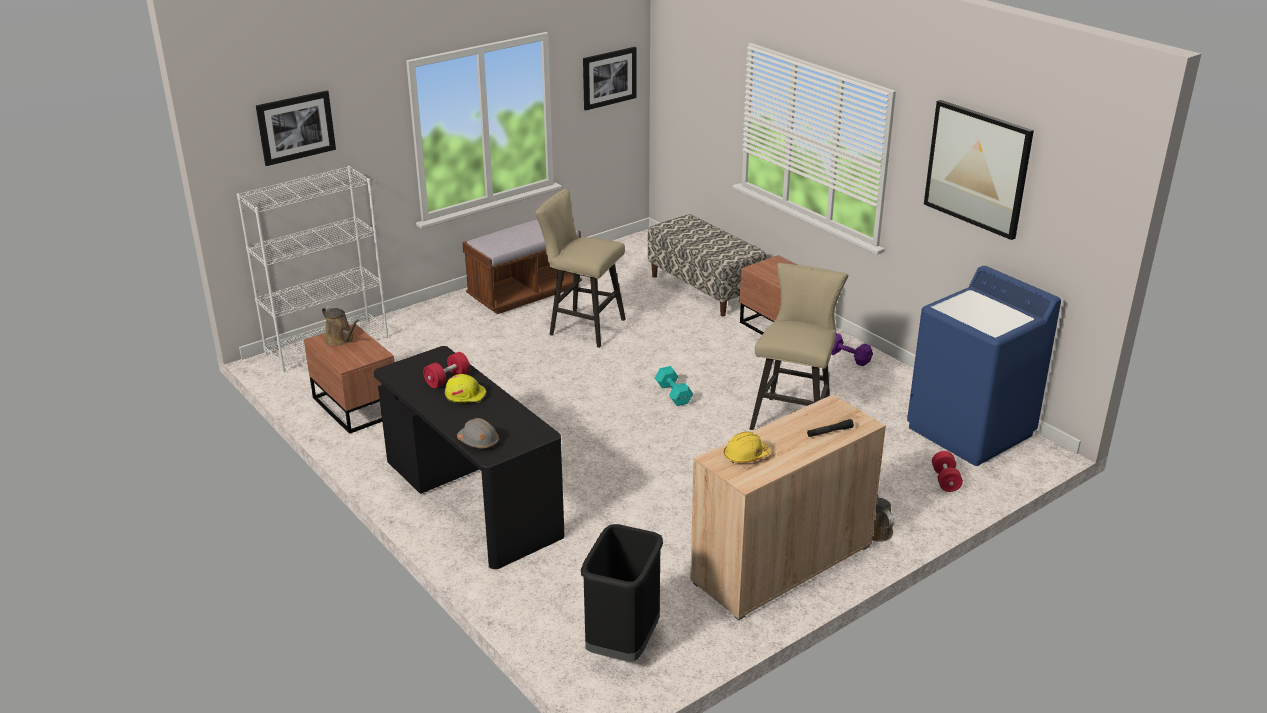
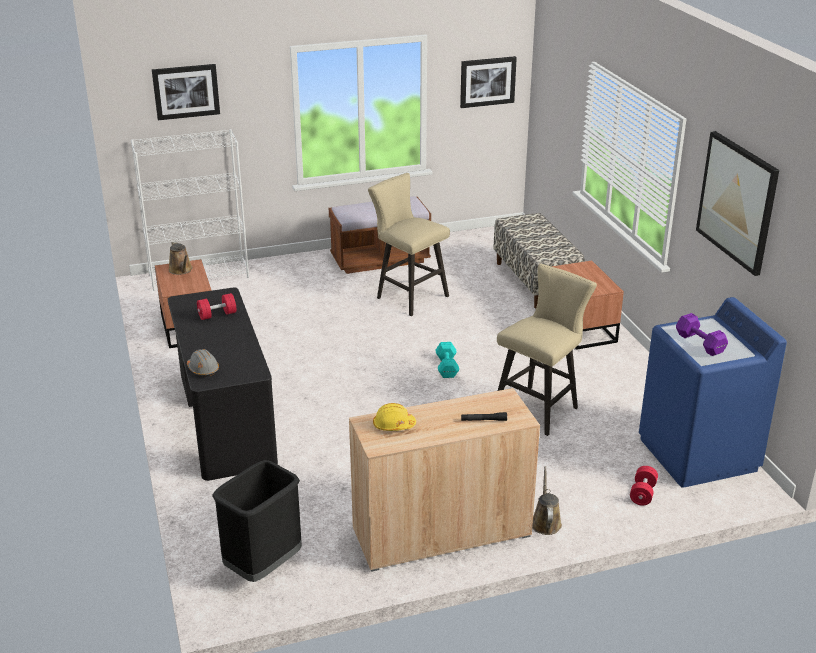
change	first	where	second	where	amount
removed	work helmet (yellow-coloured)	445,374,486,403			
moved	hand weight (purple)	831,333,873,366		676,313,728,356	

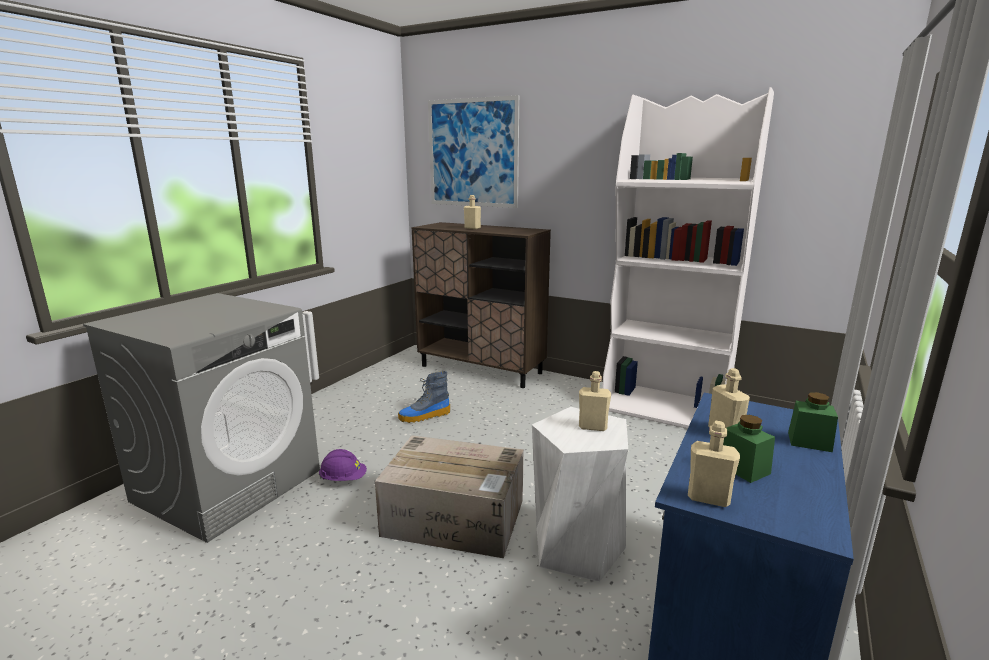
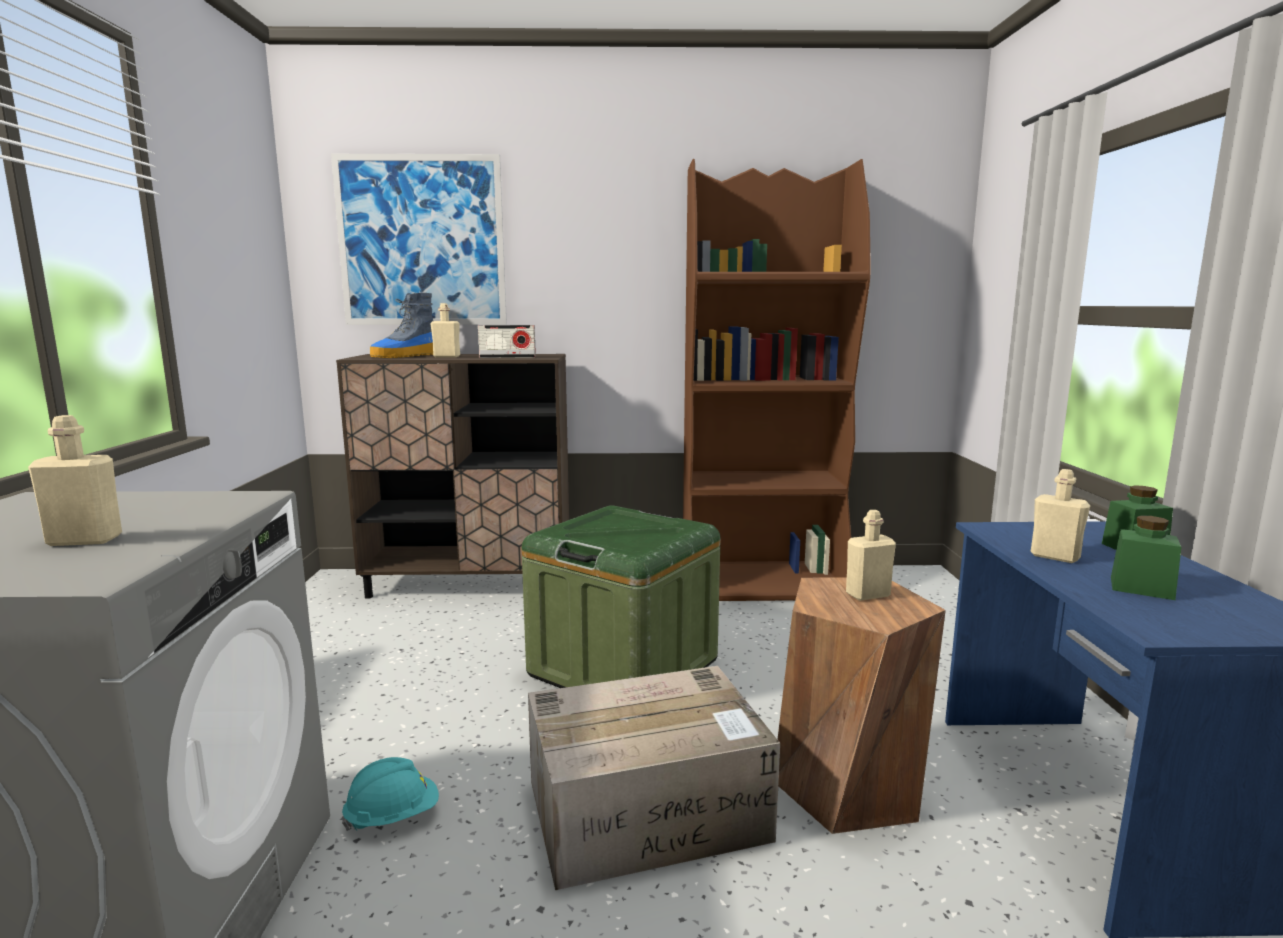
change	first	where	second	where	amount
added			radio	478,325,536,358	
added			storage box (green-coloured)	522,505,721,688	
moved	high-top boot	398,371,450,423		370,293,433,358	
moved	beverage bottle (sand-coloured)	688,421,740,507		28,415,122,546	
recoloured	work helmet (purple)	319,449,367,481	work helmet (turquoise-coloured)	342,757,439,831	
recoloured	stool (white-coloured)	532,407,628,582	stool (brownish)	777,577,946,834	
recoloured	bookcase (white-coloured)	602,87,774,429	bookcase (brownish)	683,159,871,601	

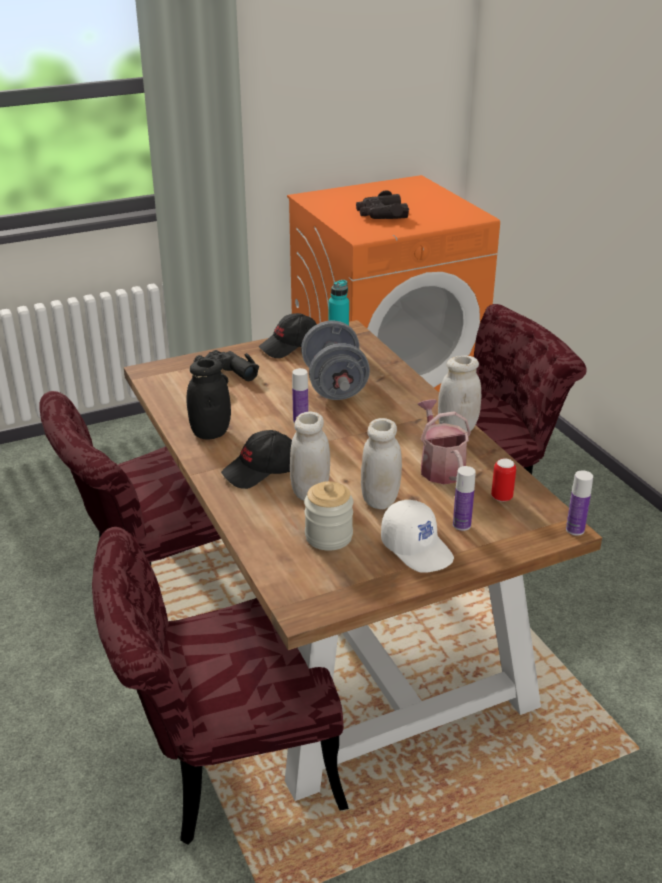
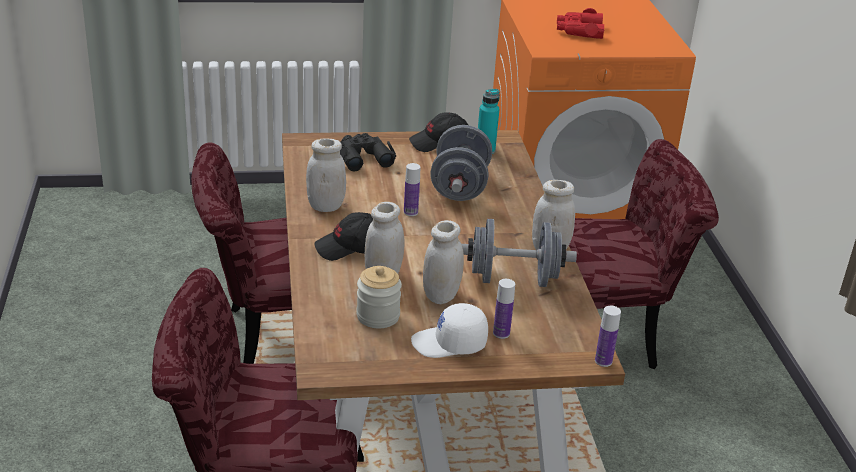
change	first	where	second	where	amount
removed	sealed can	491,458,516,502			
replaced	watering can	418,399,471,484	hand weight (gray)	462,219,577,287	
recoloured	preserve jar (blackish)	187,359,231,440	preserve jar (white-coloured)	306,138,346,212	
recoloured	binoculars (blackish)	356,190,409,219	binoculars (red-coloured)	557,8,604,39	
turned	peaked cap (white-coloured)	381,500,454,573		411,303,488,358	105 degrees clockwise

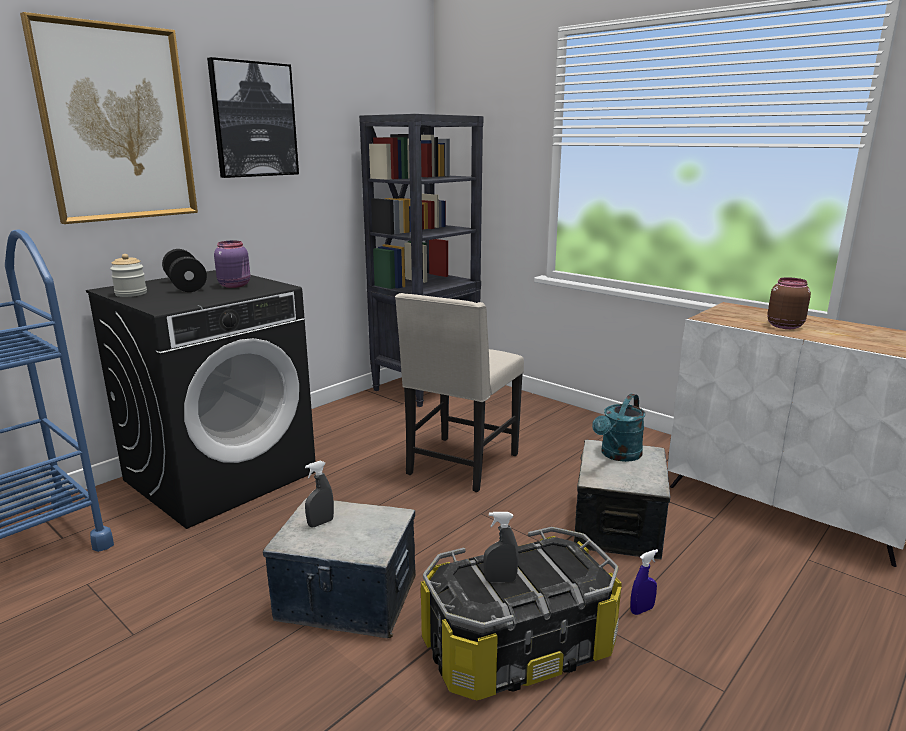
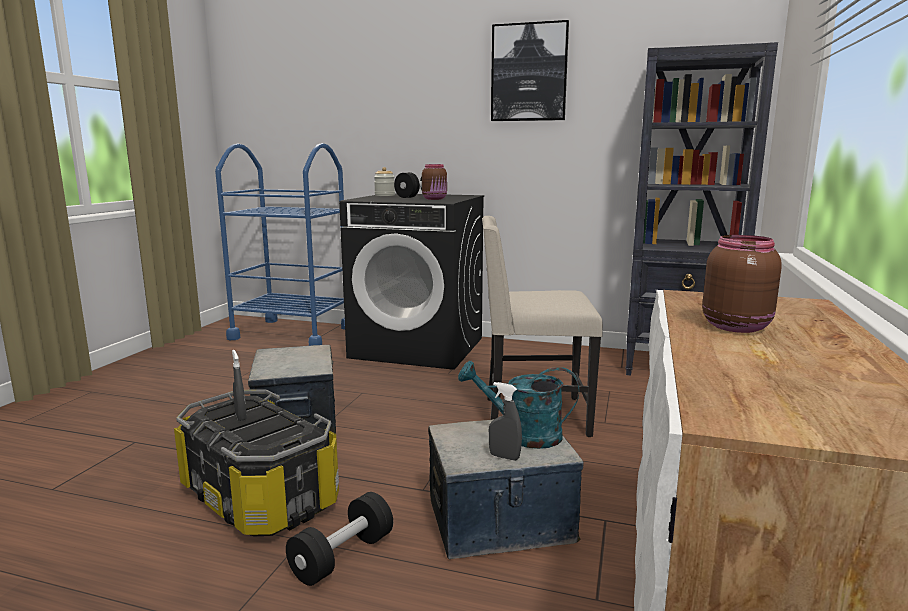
change	first	where	second	where	amount
removed	picture	20,12,198,224			
moved	spray bottle (gray)	305,461,334,527		489,382,522,461	
replaced	spray bottle (blue-coloured)	630,549,658,615	hand weight (blackish)	286,492,393,586	
recoloured	preserve jar (purple)	214,241,250,288	preserve jar (brownish)	422,164,447,200	

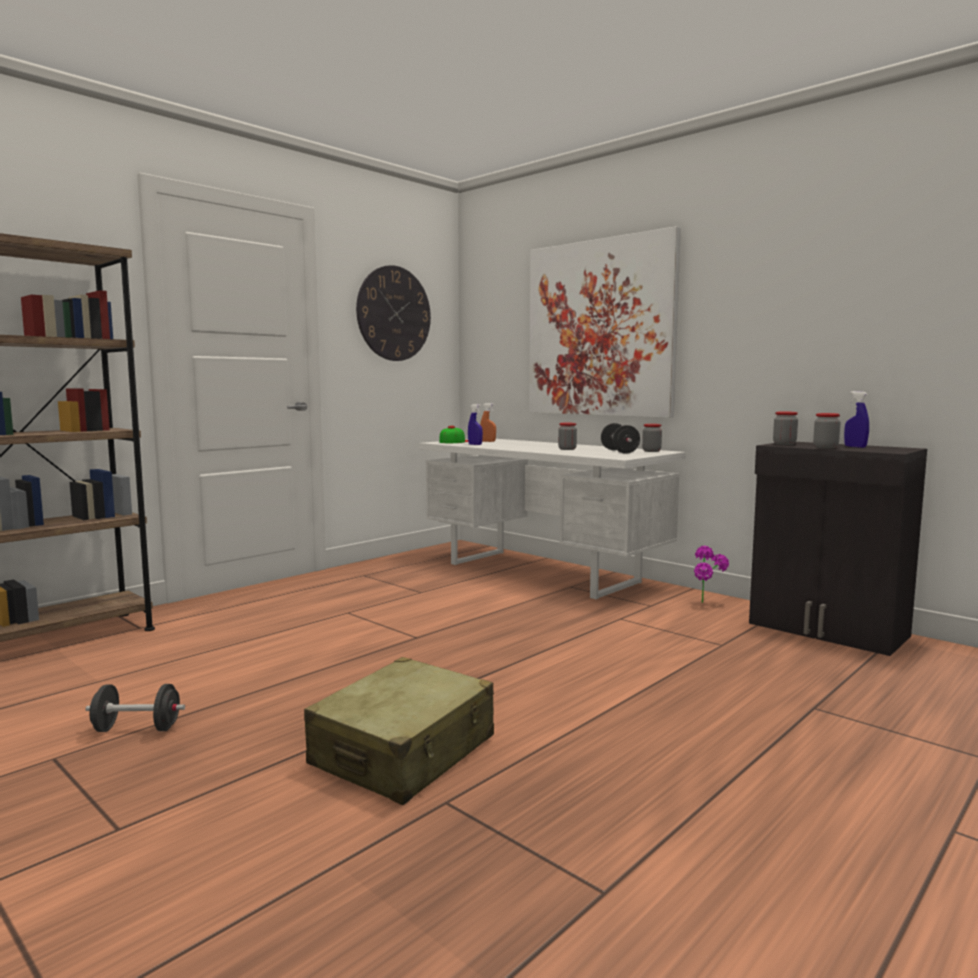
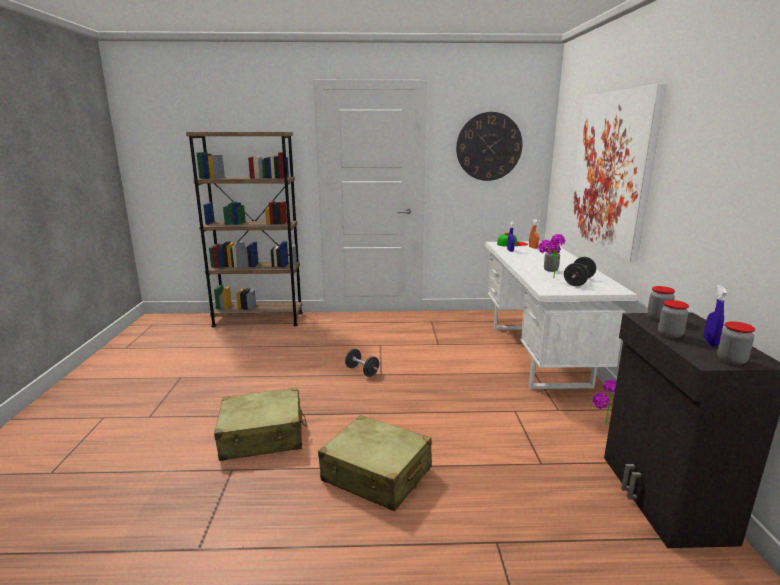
change	first	where	second	where	amount
added			piece of luggage (sand-coloured)	318,415,432,512	
added			houseplant	538,234,565,277	
moved	hand weight (blackish)	85,684,185,732		345,349,379,377	
moved	preserve jar	642,424,662,452		717,321,755,365	

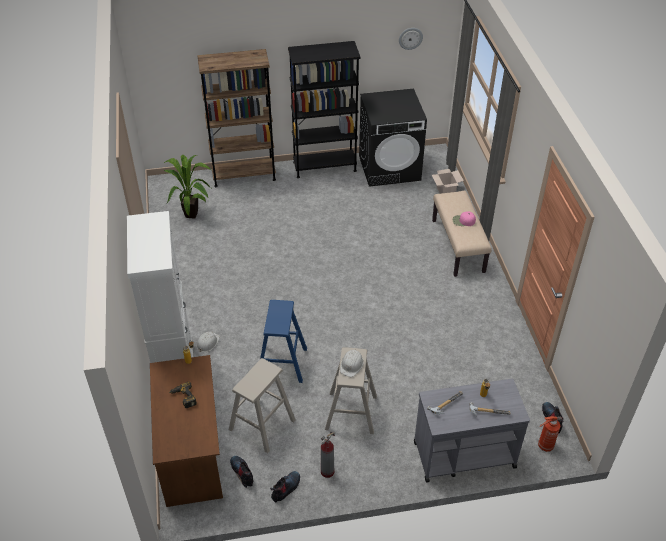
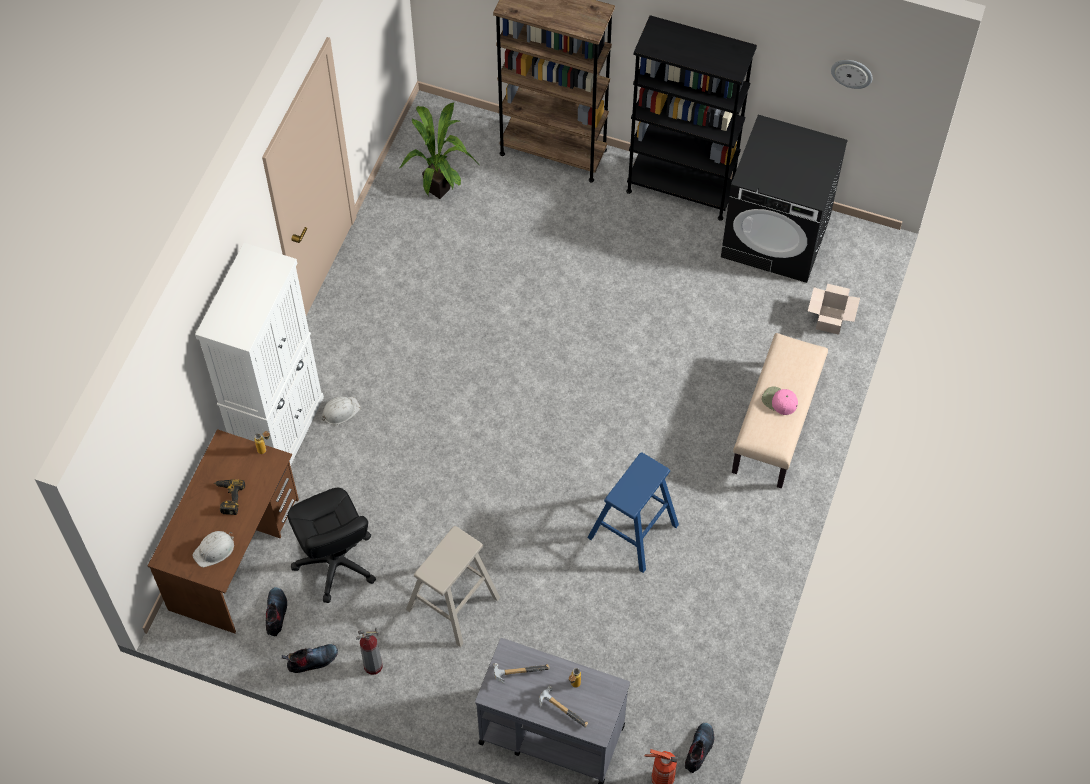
change	first	where	second	where	amount
moved	stool (blue-coloured)	260,300,307,383		587,452,679,573	
moved	work helmet (white-coloured)	340,350,364,377		193,531,234,567	
replaced	stool (sand-coloured)	229,358,296,453	computer chair (blackish)	288,488,376,603	

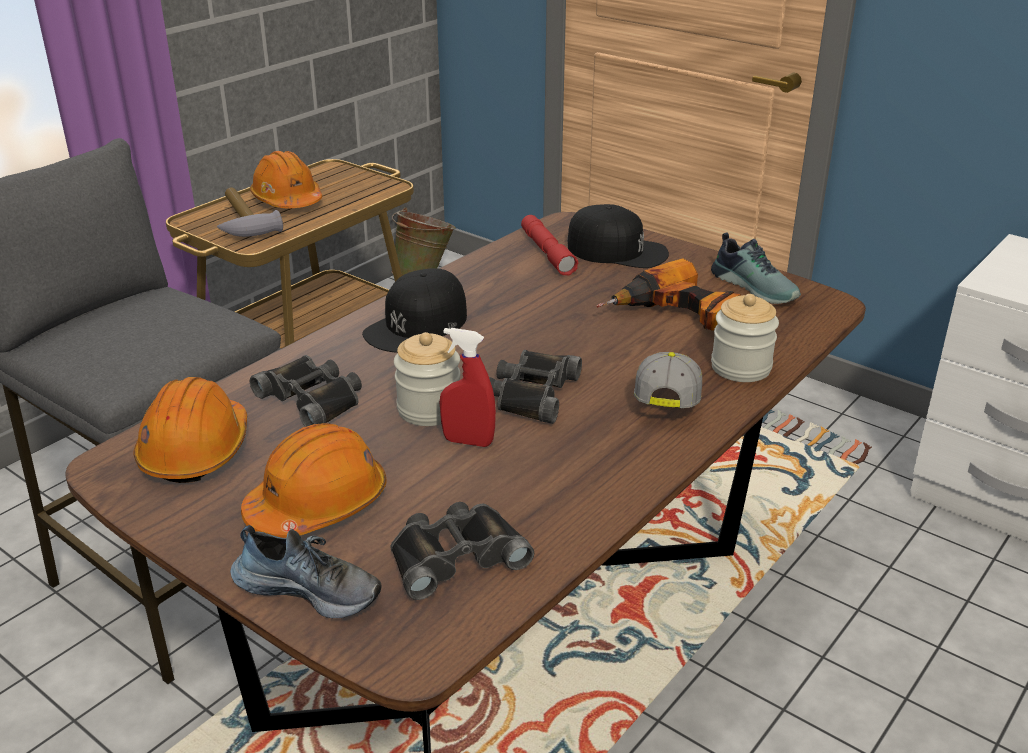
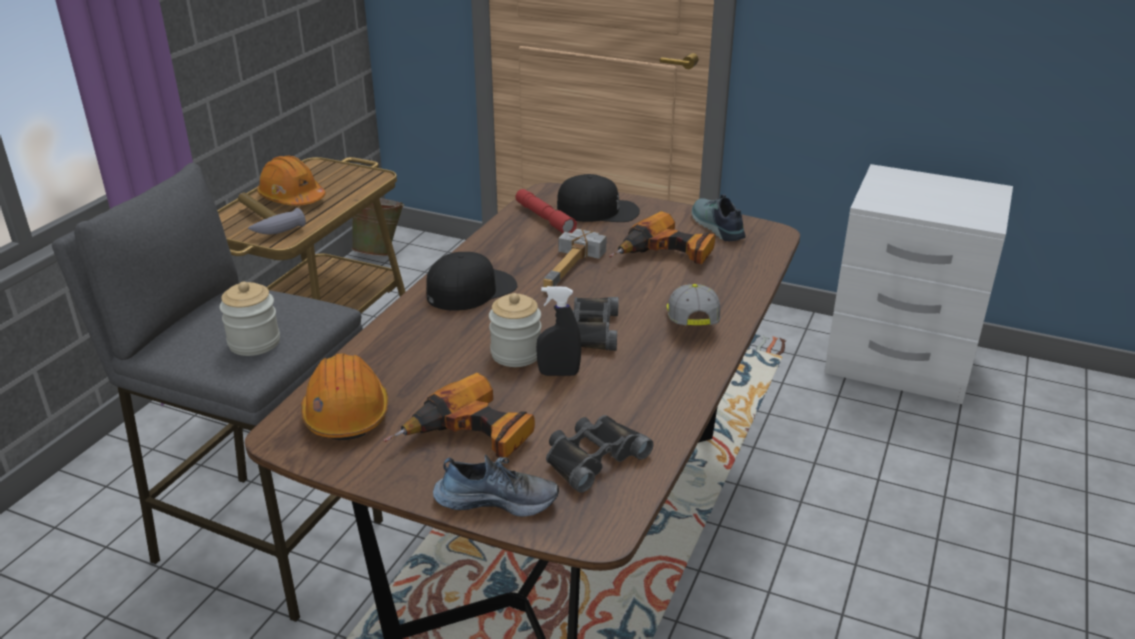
change	first	where	second	where	amount
removed	binoculars (blackish)	250,355,362,427			
added			hand hammer	543,228,607,287	
moved	preserve jar	711,294,779,382		220,282,280,356	
replaced	work helmet (orange-coloured)	241,423,387,538	power drill	384,373,535,458	
recoloured	spray bottle (red-coloured)	440,328,496,447	spray bottle (blackish)	536,286,581,376	
turned	peaked cap (blackish)	362,268,467,353		426,252,517,311	150 degrees counterclockwise
turned	item of footwear	711,233,801,304		691,194,746,242	150 degrees counterclockwise

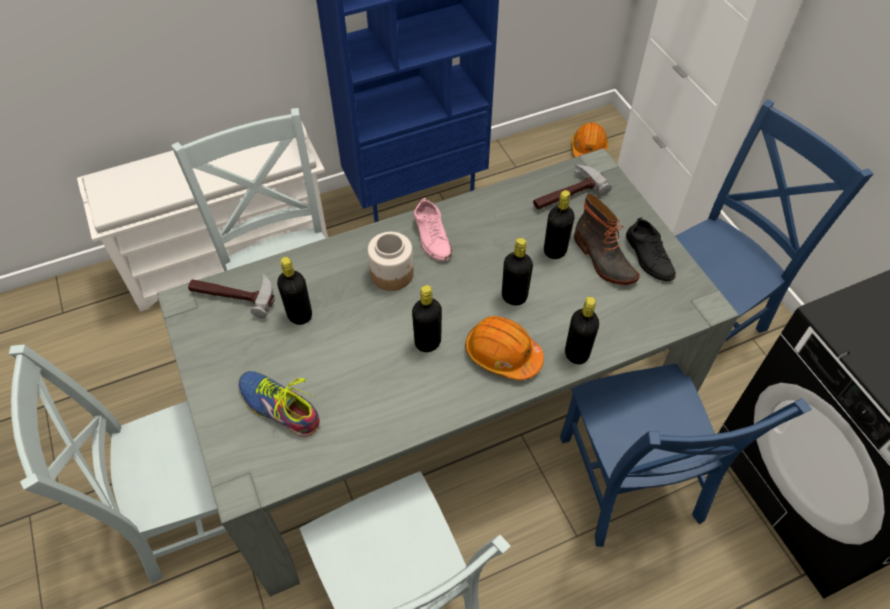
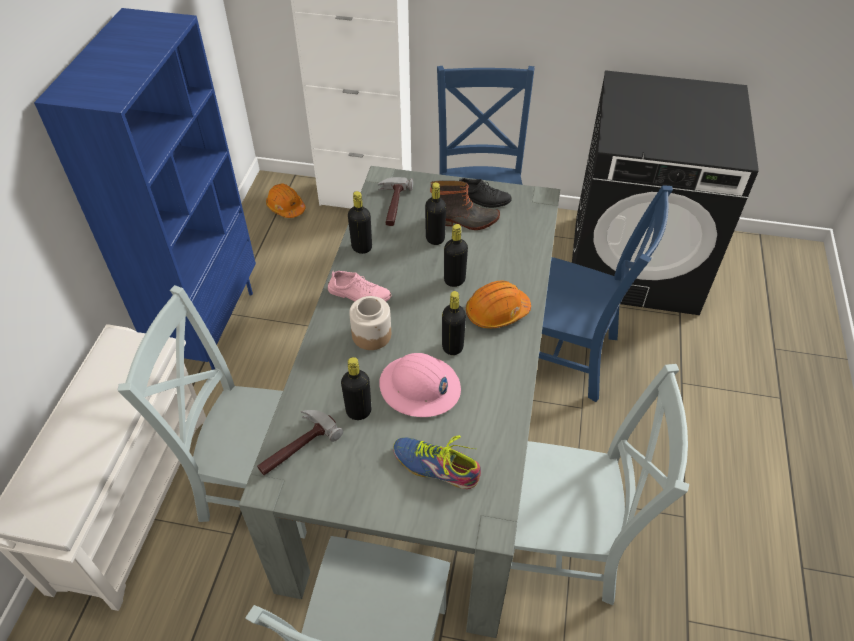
change	first	where	second	where	amount
added			work helmet (pink-coloured)	379,353,461,417	
moved	beverage bottle (blackish)	565,297,599,364		348,191,372,254	
turned	item of footwear	238,371,320,437		393,435,481,489	45 degrees clockwise

